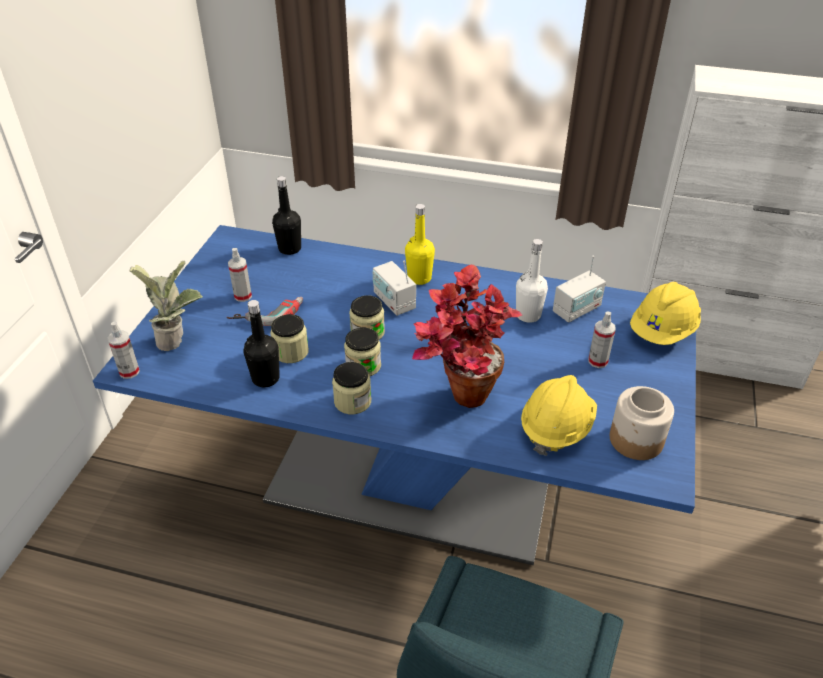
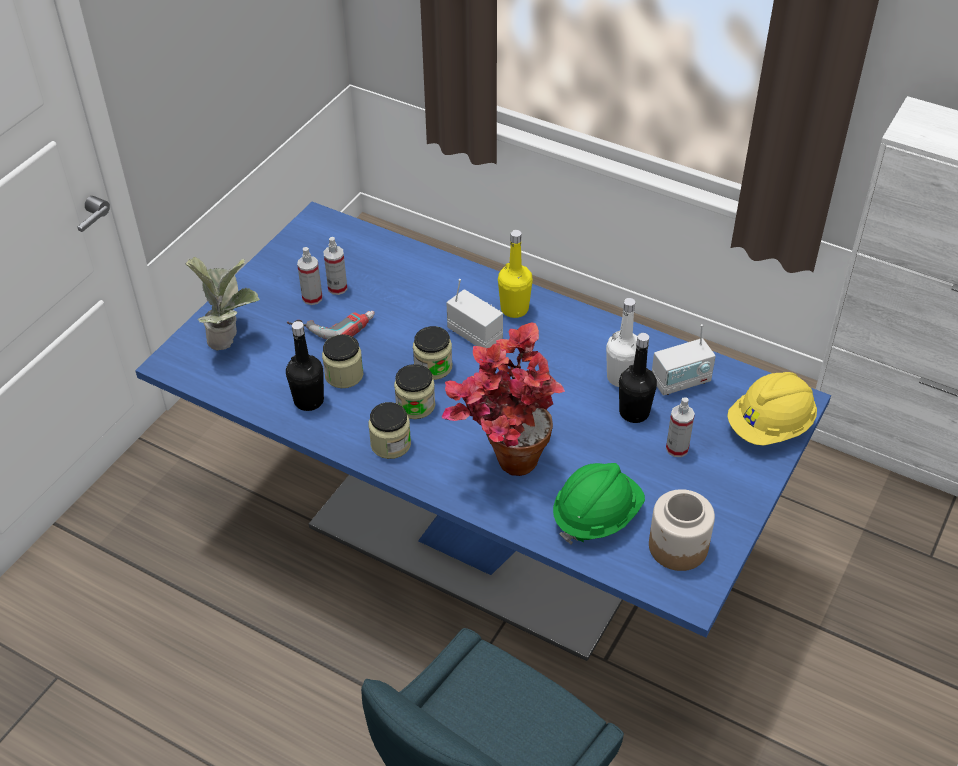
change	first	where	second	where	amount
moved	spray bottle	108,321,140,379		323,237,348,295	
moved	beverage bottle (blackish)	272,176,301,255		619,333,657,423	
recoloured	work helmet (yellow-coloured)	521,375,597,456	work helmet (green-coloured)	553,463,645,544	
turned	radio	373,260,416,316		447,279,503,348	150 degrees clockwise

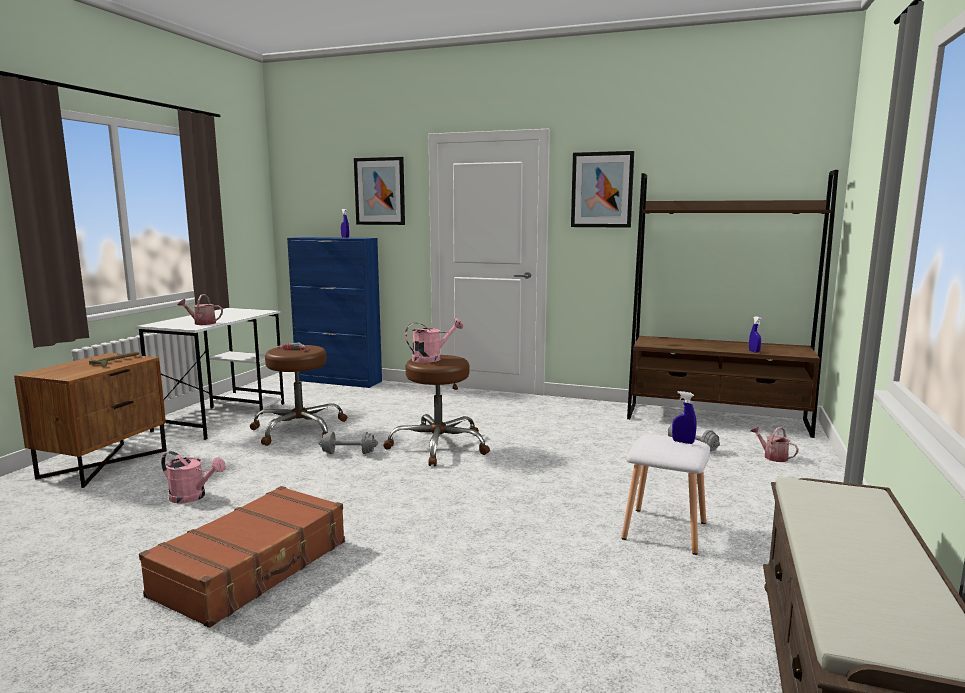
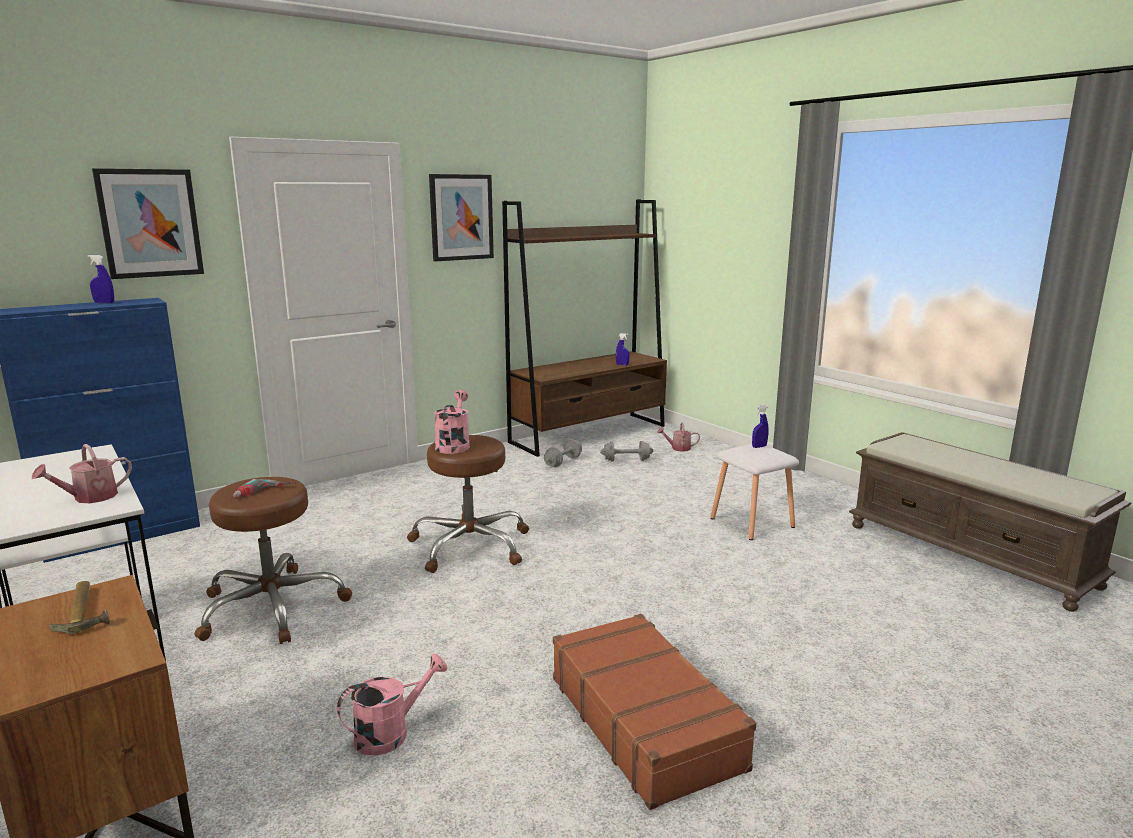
change	first	where	second	where	amount
moved	hand weight (gray)	318,432,378,454		544,439,582,467	

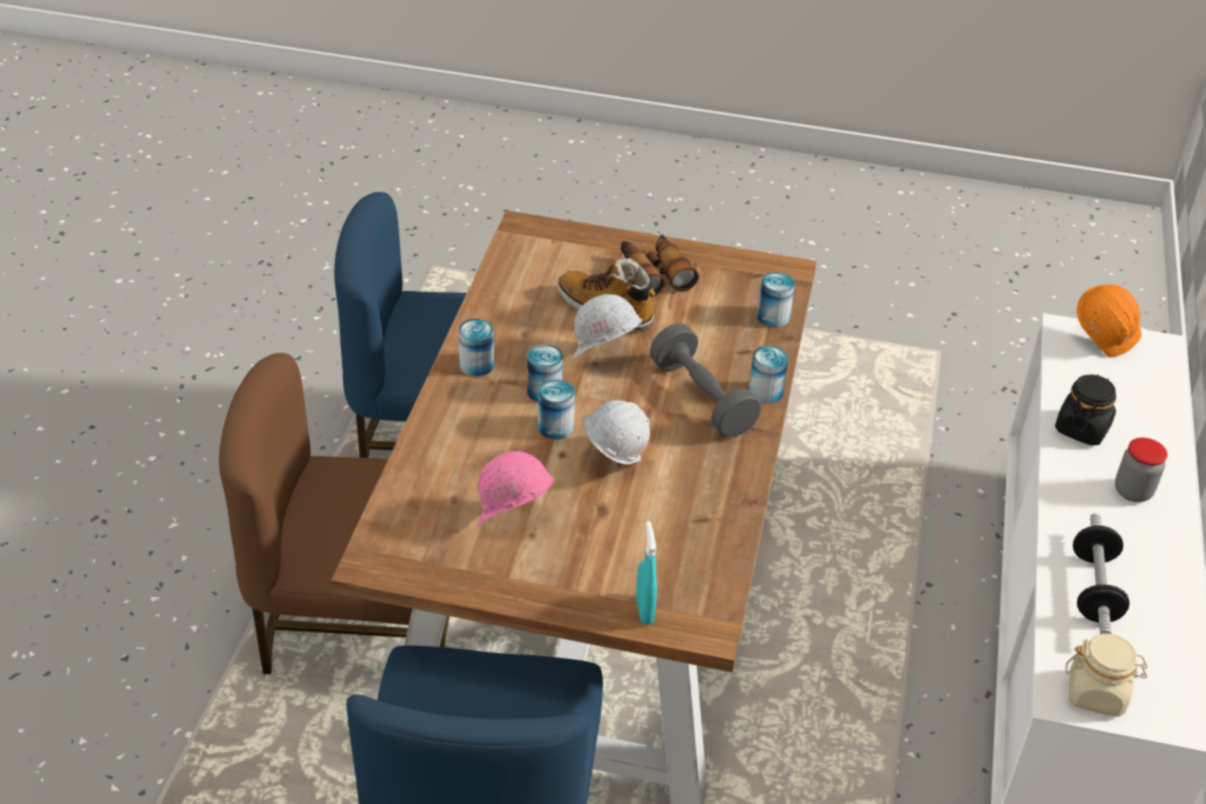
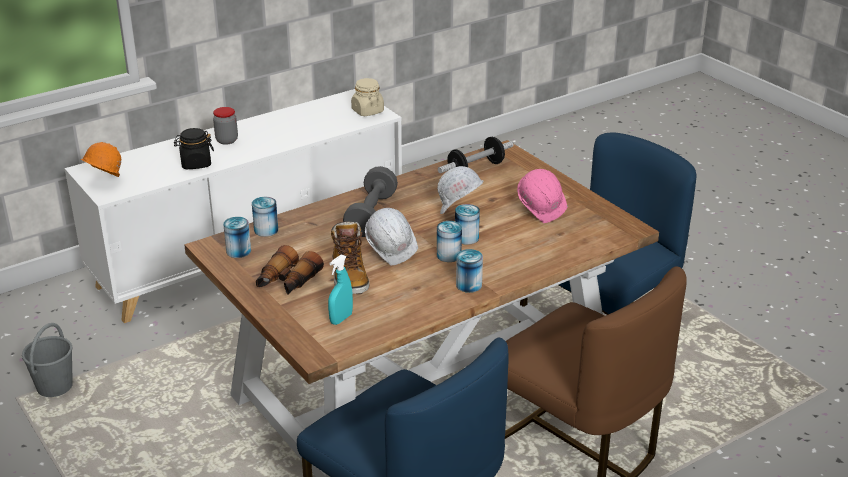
change	first	where	second	where	amount
added			bucket (gray)	22,323,73,397	
moved	spray bottle (turquoise-coloured)	636,521,657,624		328,255,353,325	
moved	sealed can	748,346,788,404		223,217,251,258	
moved	hand weight	1073,514,1129,634		438,137,513,173	

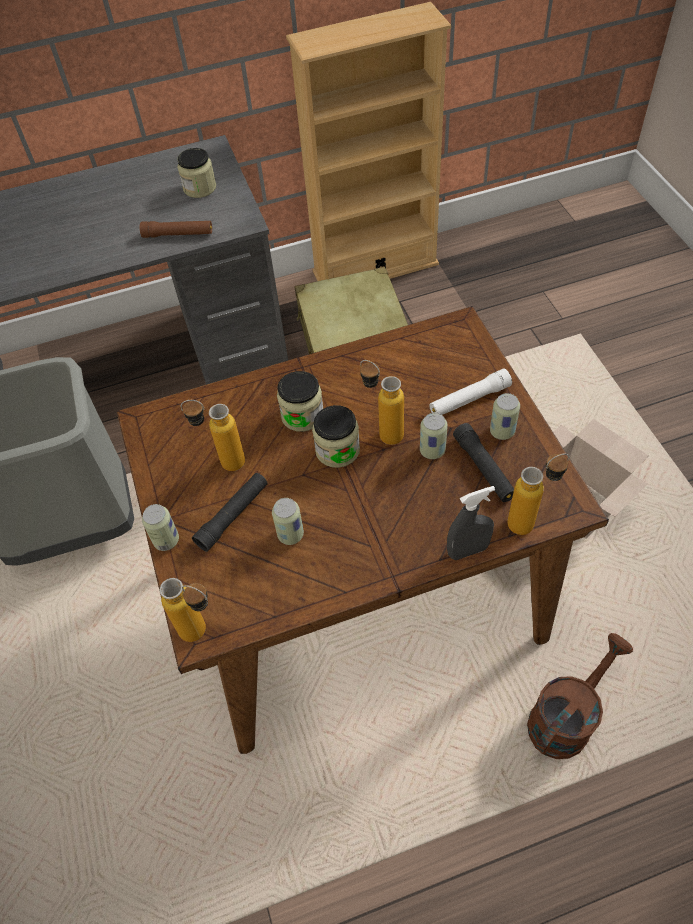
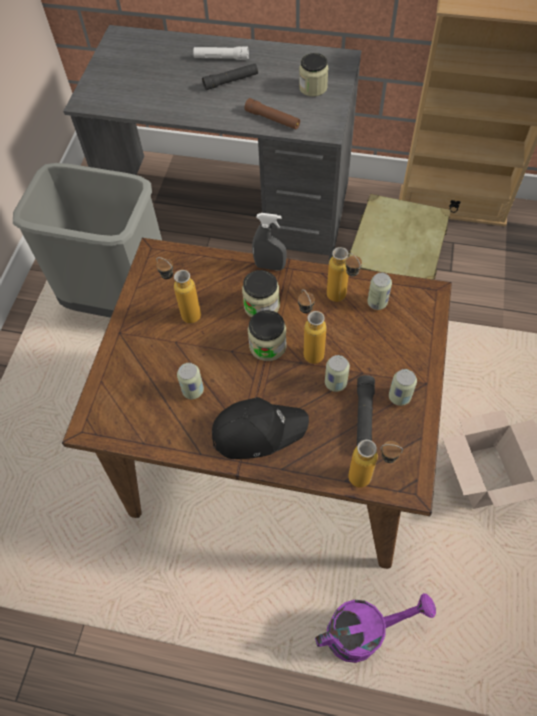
change	first	where	second	where	amount
added			peaked cap (blackish)	212,397,309,459	
moved	sealed can	142,504,179,551		367,273,392,310	
moved	beverage bottle	159,578,208,642		327,247,362,302	
moved	hand torch (blackish)	192,473,268,552		202,64,258,90	
moved	hand torch (white-coloured)	429,369,512,415		193,46,249,60	
moved	spray bottle (gray)	447,486,495,560		252,213,287,271	
recoloured	watering can (brownish)	527,633,633,759	watering can (purple)	315,593,436,663	

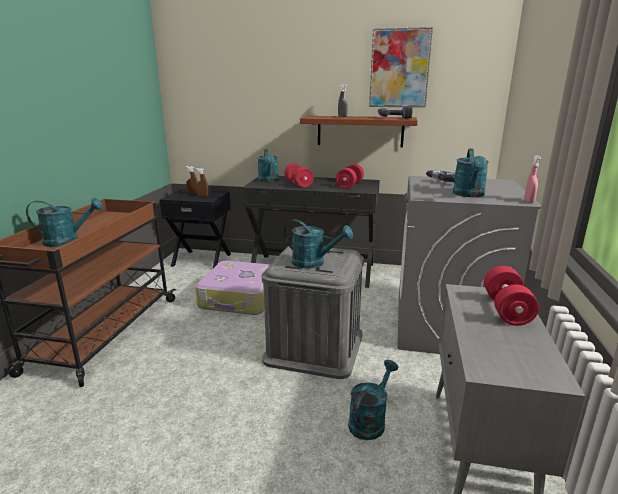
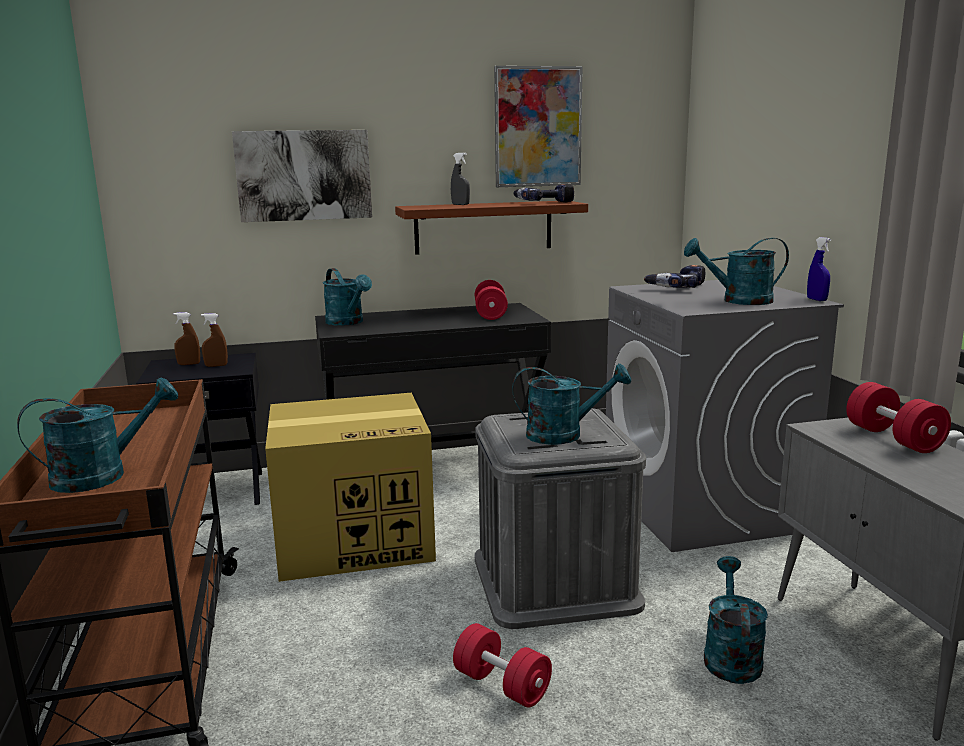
change	first	where	second	where	amount
added			picture	232,130,372,222	
moved	hand weight (red-coloured)	284,163,314,187		453,623,552,708	
replaced	piece of luggage	195,261,271,315	cardboard box	265,393,436,582	
recoloured	spray bottle (pink-coloured)	524,155,541,203	spray bottle (blue-coloured)	807,237,831,301	
turned	watering can (turquoise-coloured)	453,149,489,197		684,238,789,305	105 degrees clockwise

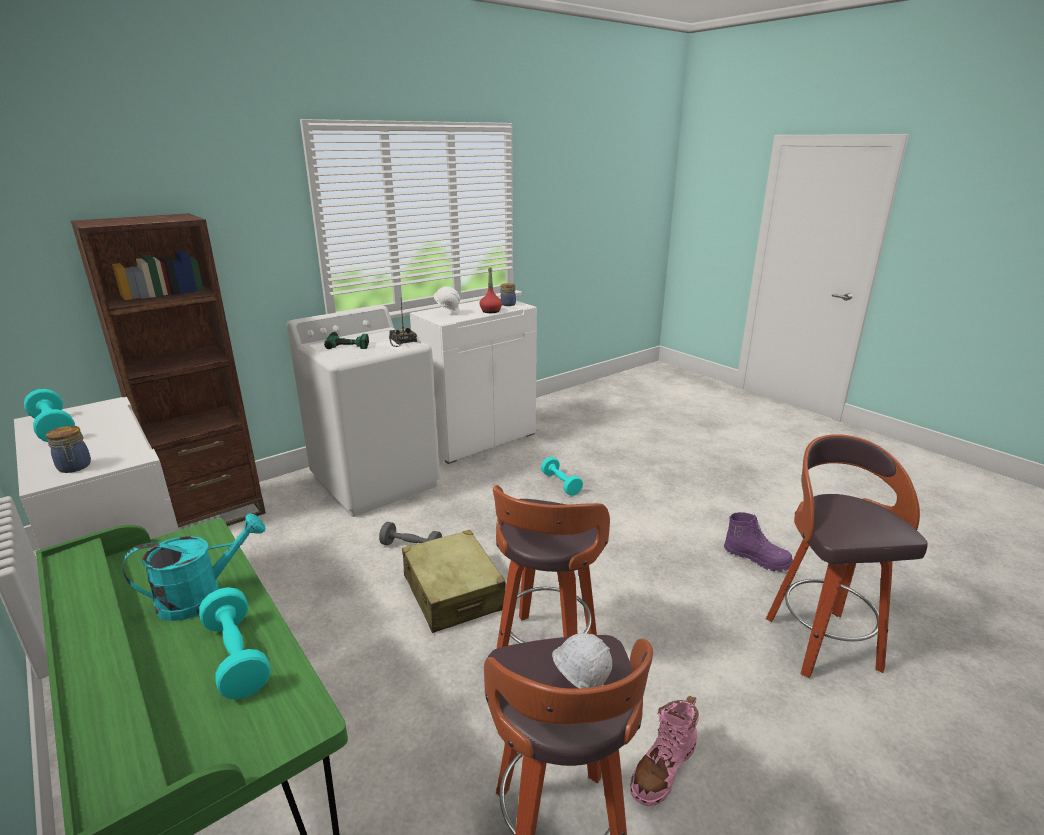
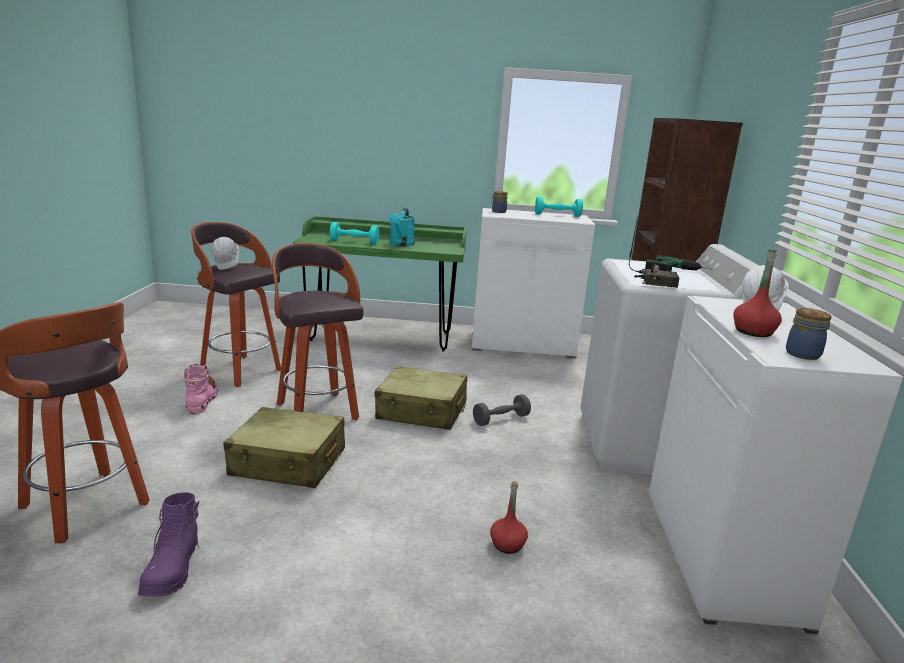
change	first	where	second	where	amount
added			piece of luggage (sand-coloured)	224,407,345,488	
replaced	hand weight (turquoise-coloured)	541,457,583,496	beverage bottle (red-coloured)	490,481,528,554	
turned	high-top boot (purple)	724,512,793,572		138,492,199,596	75 degrees counterclockwise

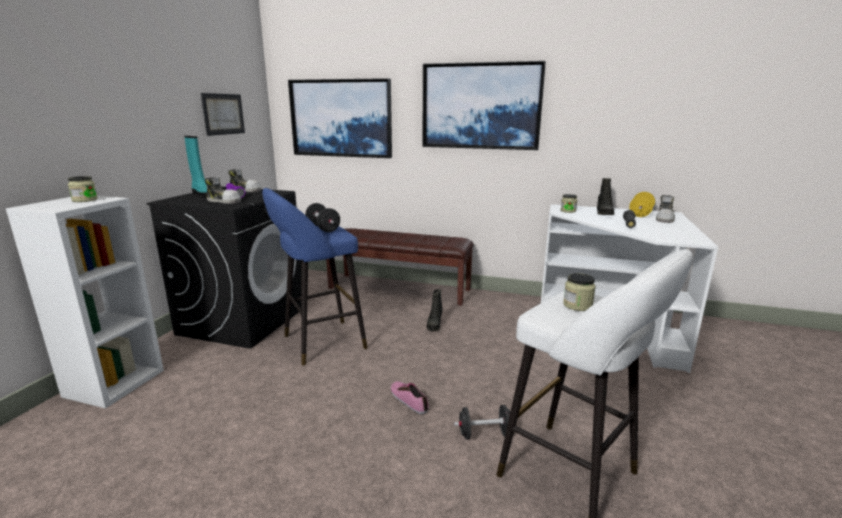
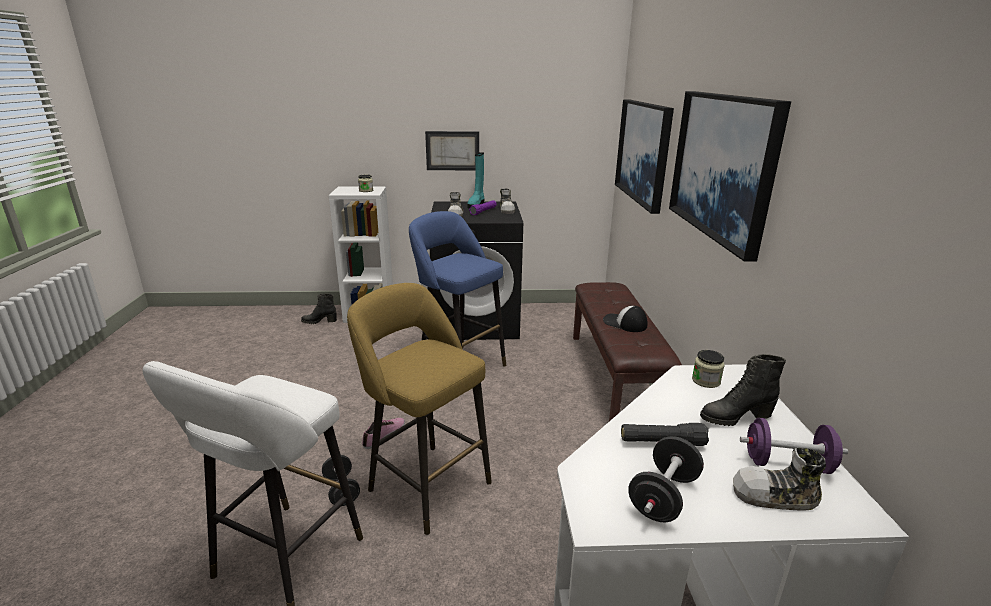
change	first	where	second	where	amount
removed	preserve jar	563,273,596,311			
added			stool (yellow-coloured)	347,283,492,535	
added			peaked cap	603,306,648,332	
moved	picture	201,93,245,136		425,131,479,170	
moved	hand weight (blackish)	305,203,340,232		628,436,704,522	
moved	high-top boot (blackish)	427,289,442,331		301,294,337,324	
recoloured	hand weight (yellow-coloured)	629,192,655,217	hand weight (purple)	740,418,848,474	

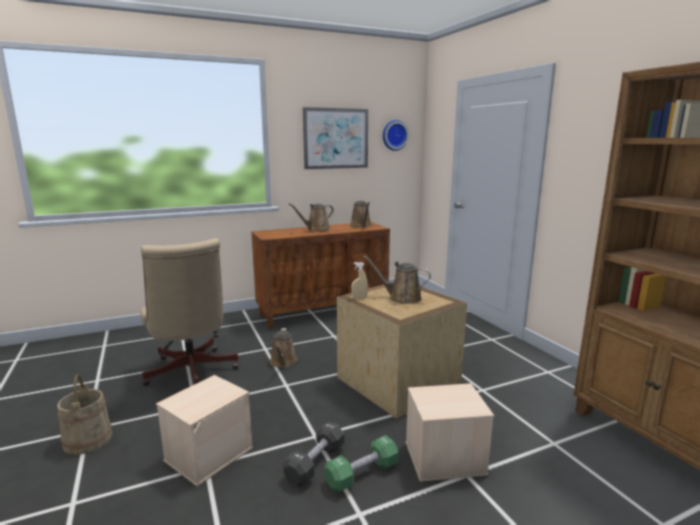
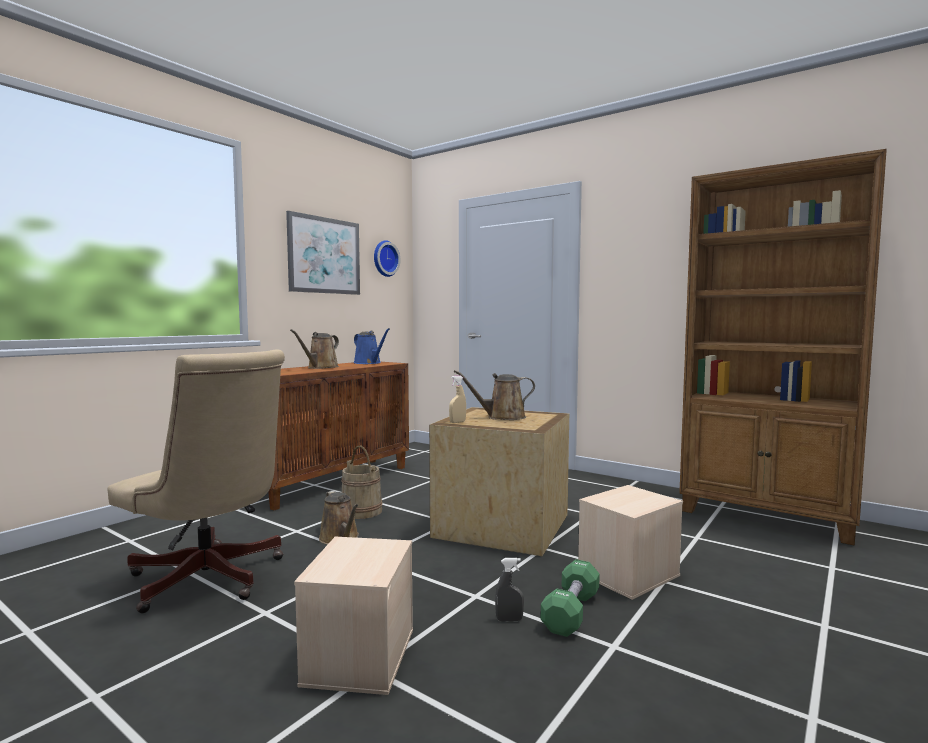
change	first	where	second	where	amount
moved	bucket (sand-coloured)	57,374,112,455		341,445,382,519	
replaced	hand weight (blackish)	283,421,344,487	spray bottle (gray)	495,558,524,621	
recoloured	watering can (brownish)	350,201,371,228	watering can (blue-coloured)	354,328,390,364	

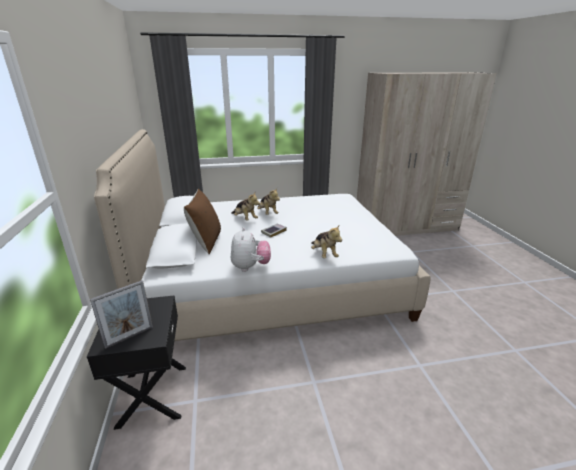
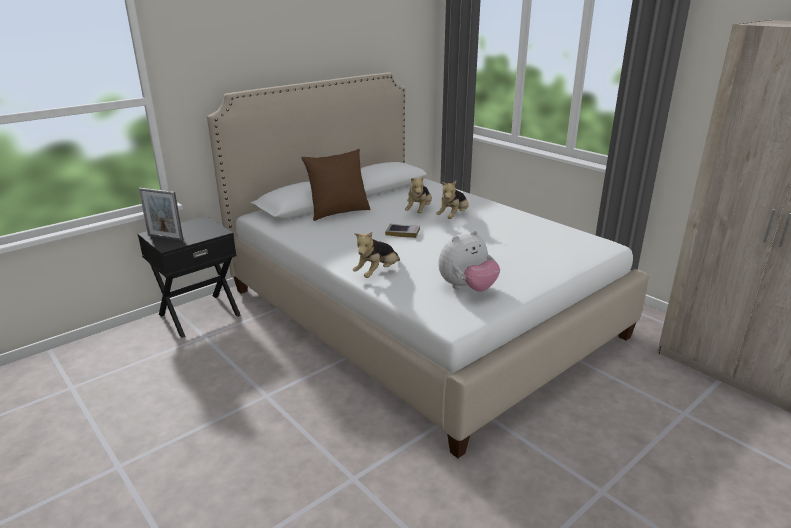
change	first	where	second	where	amount
moved	plush toy	231,227,271,272		438,230,500,292	

